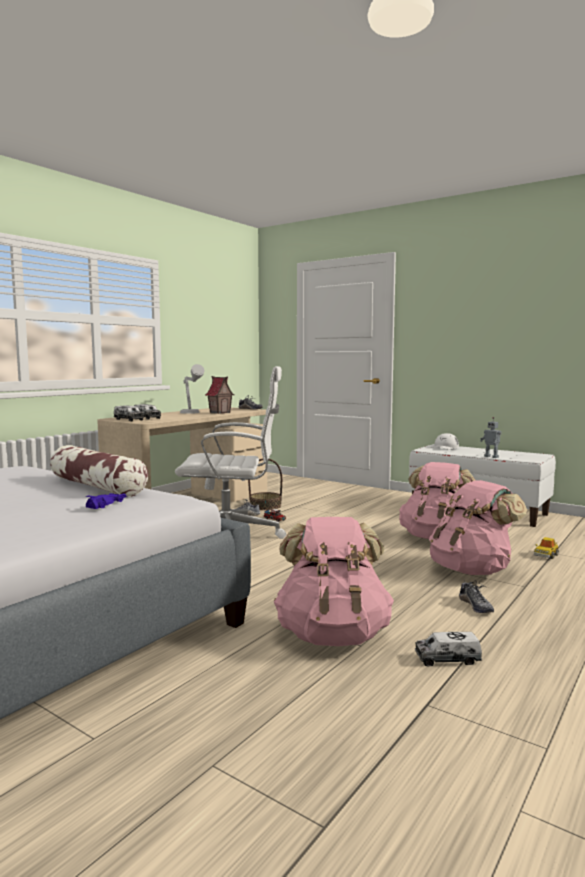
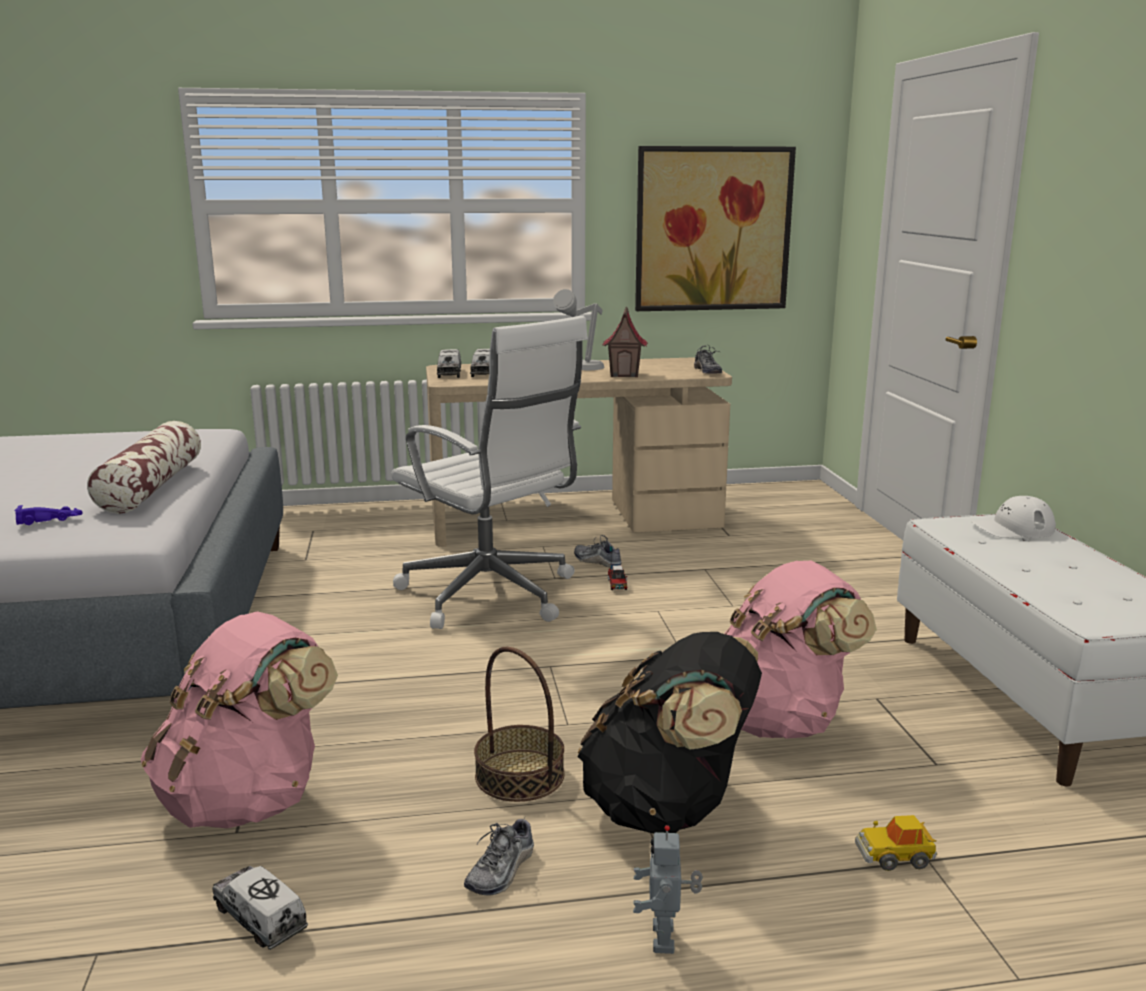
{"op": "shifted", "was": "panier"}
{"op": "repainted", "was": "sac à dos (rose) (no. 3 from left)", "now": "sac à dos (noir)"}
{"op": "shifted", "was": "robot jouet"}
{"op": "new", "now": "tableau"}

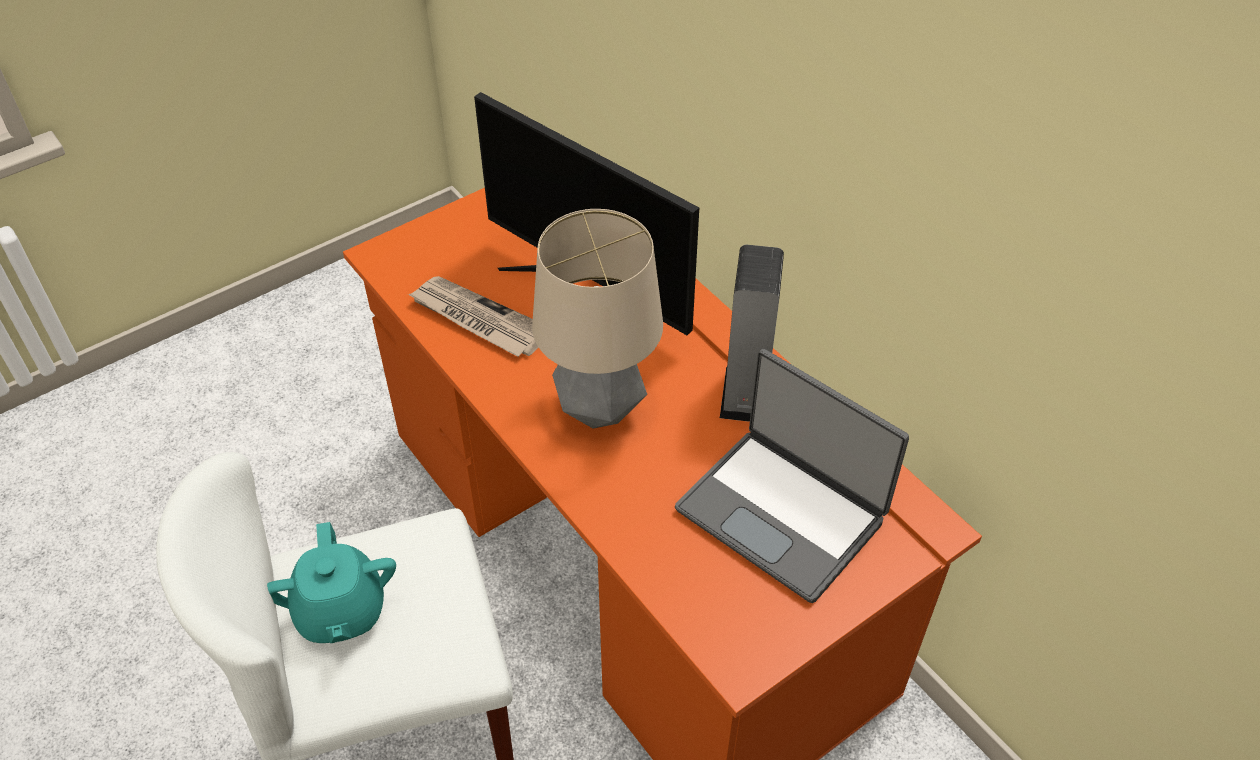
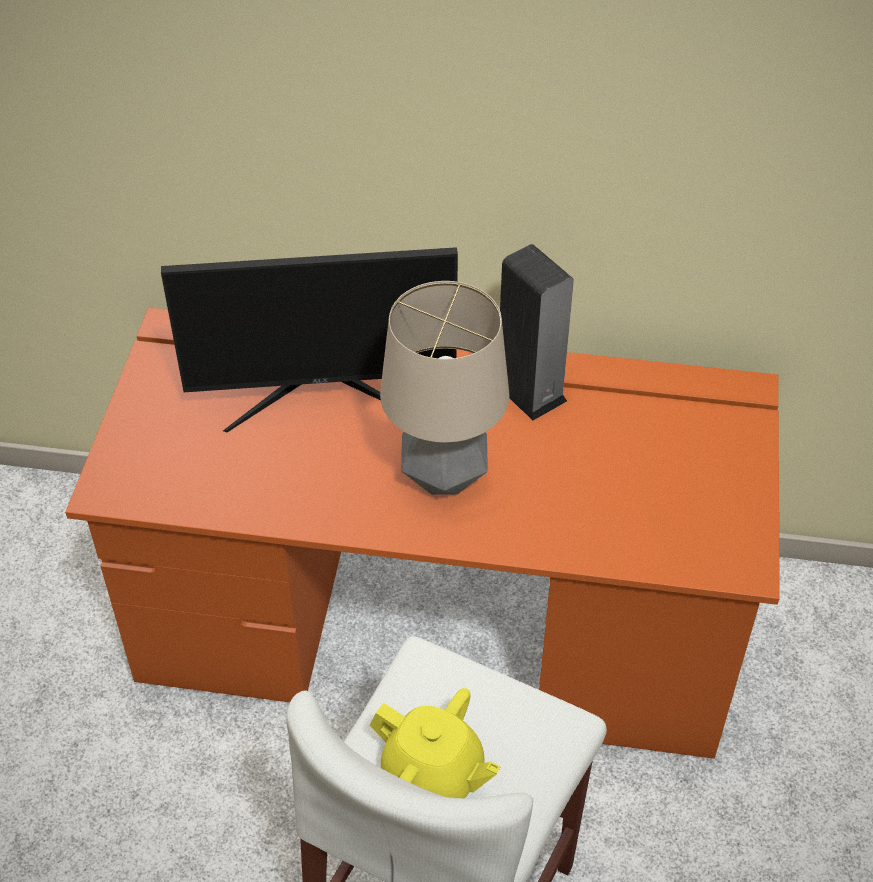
{"op": "repainted", "was": "théière (turquoise)", "now": "théière (jaune)"}
{"op": "gone", "was": "journal"}
{"op": "gone", "was": "ordinateur portable"}

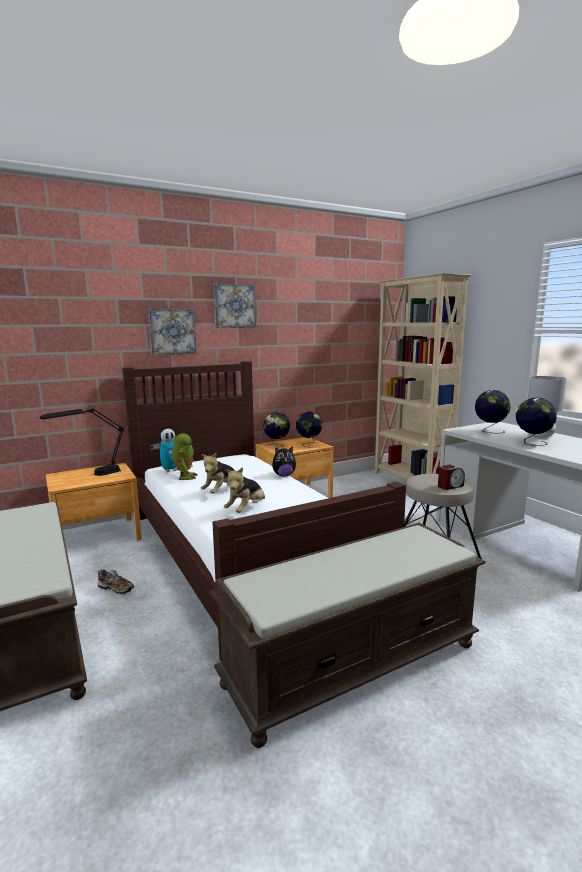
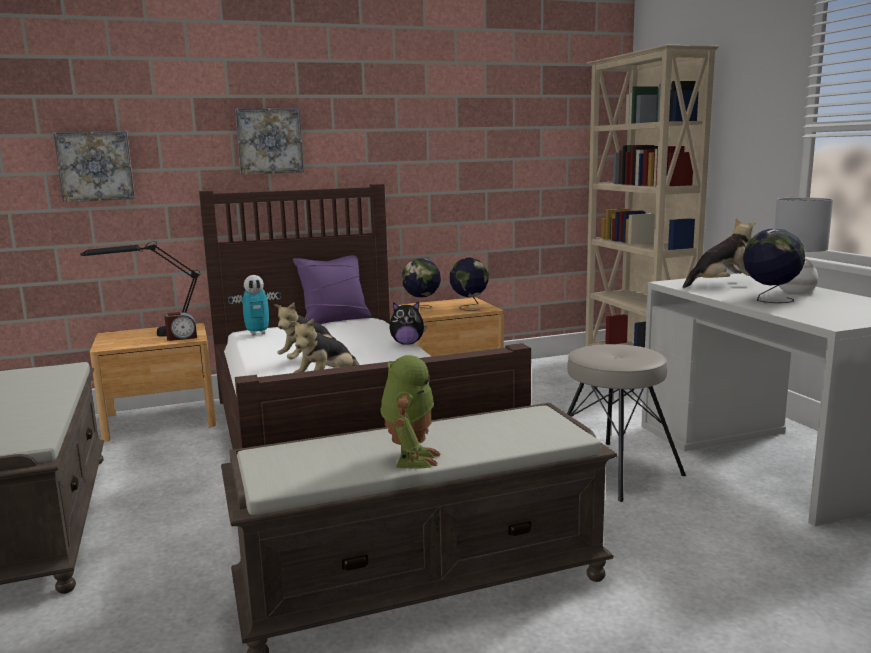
{"op": "shifted", "was": "tableau (no. 2 from left in the first image)", "now": "tableau (no. 1 from left)"}
{"op": "shifted", "was": "réveil"}
{"op": "new", "now": "coussin (violet)"}
{"op": "shifted", "was": "robot jouet (no. 2 from left)"}
{"op": "swapped", "was": "globe (no. 3 from left)", "now": "peluche (no. 4 from left)"}
{"op": "gone", "was": "chaussure"}

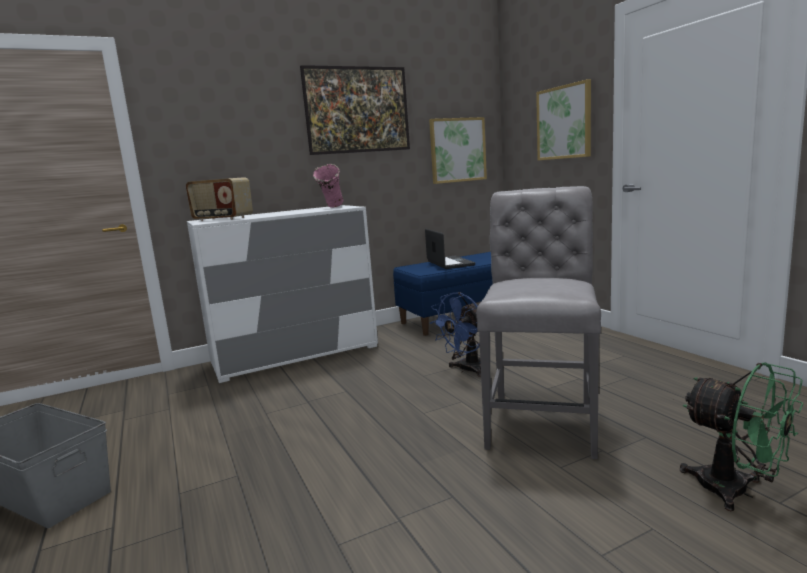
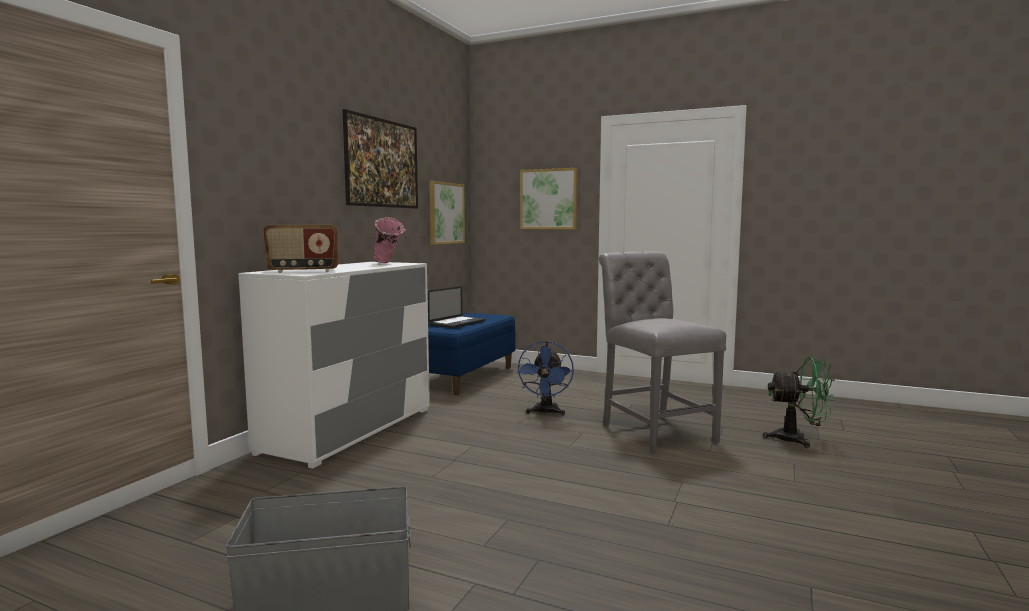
{"op": "rotated", "was": "ordinateur portable", "clockwise": 90}

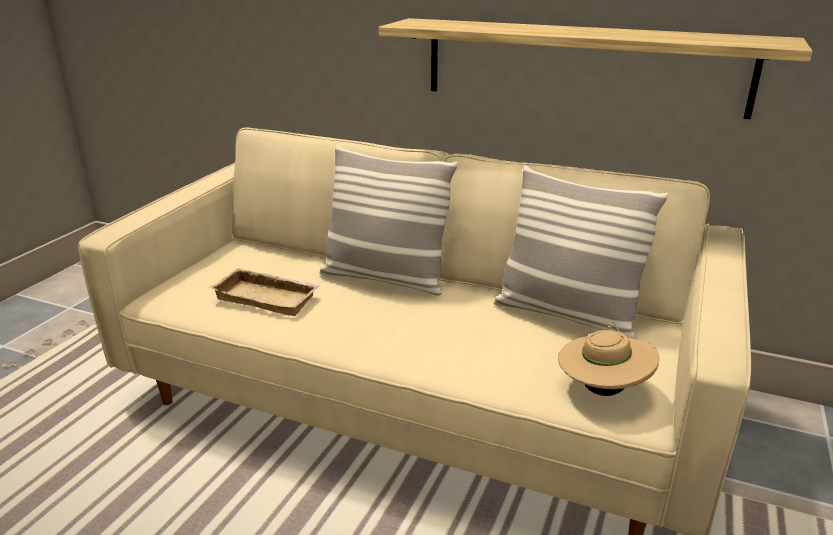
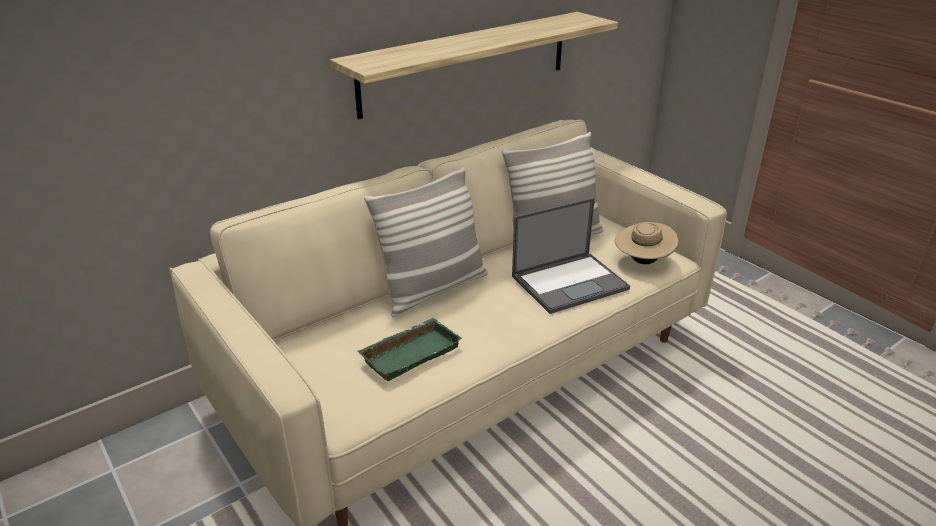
{"op": "repainted", "was": "plateau (beige)", "now": "plateau (vert)"}
{"op": "new", "now": "ordinateur portable"}

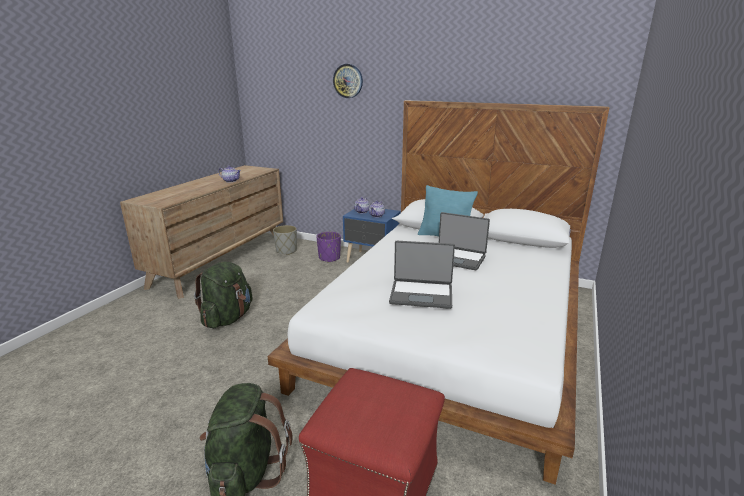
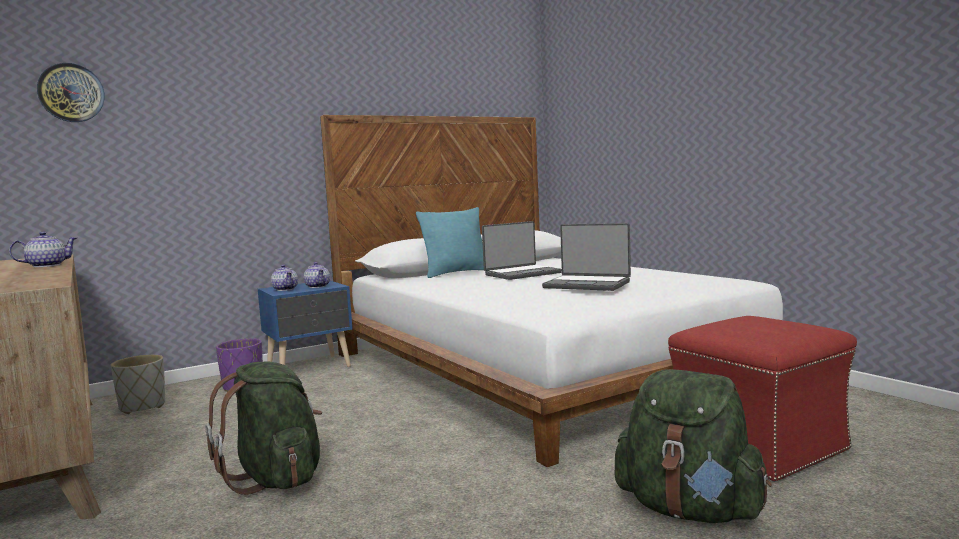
{"op": "shifted", "was": "horloge murale"}
{"op": "rotated", "was": "ordinateur portable (no. 1 from left in the first image)", "clockwise": 75}

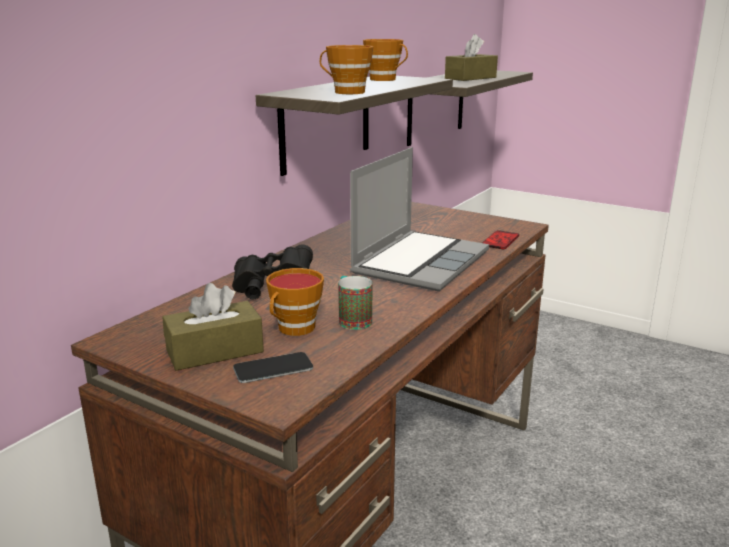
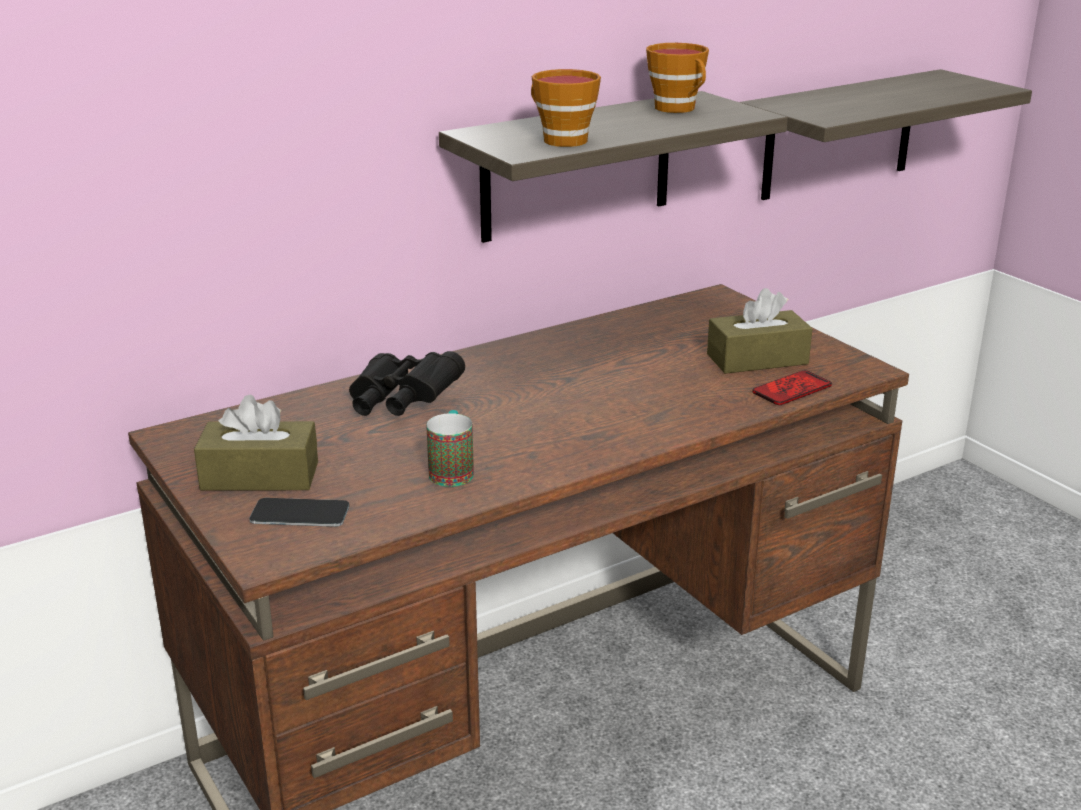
{"op": "shifted", "was": "boîte à mouchoirs (marron) (no. 2 from left)"}
{"op": "gone", "was": "tasse (no. 1 from left)"}
{"op": "gone", "was": "ordinateur portable"}

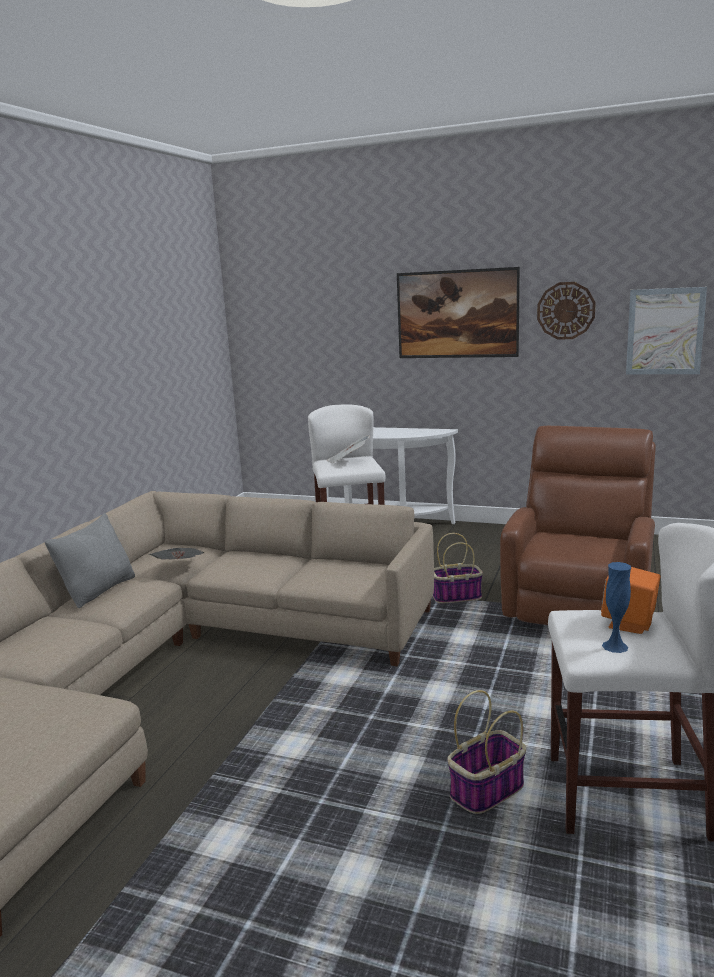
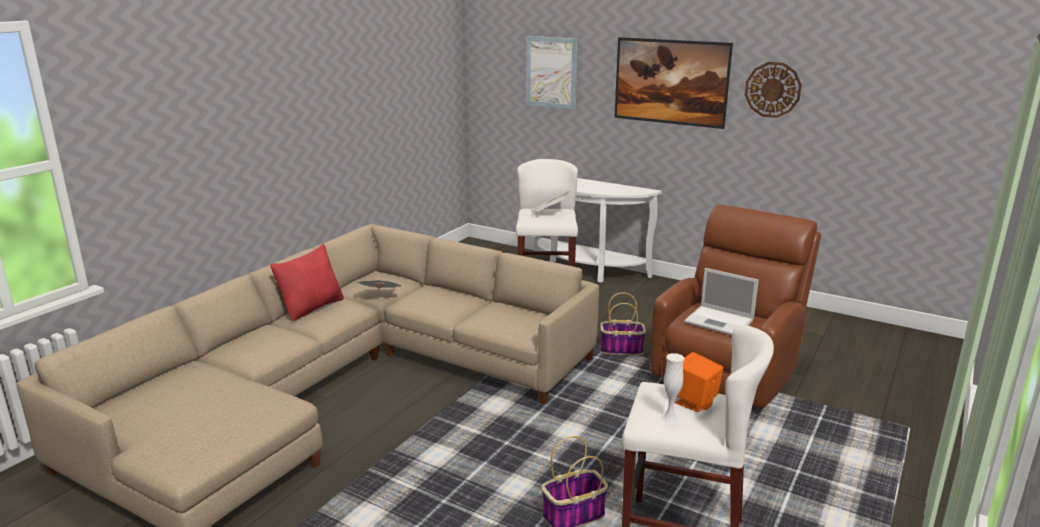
{"op": "repainted", "was": "coussin (gris)", "now": "coussin (rouge)"}
{"op": "shifted", "was": "tableau (no. 2 from left in the first image)", "now": "tableau (no. 1 from left)"}
{"op": "repainted", "was": "vase (bleu)", "now": "vase (blanc)"}
{"op": "new", "now": "ordinateur portable"}

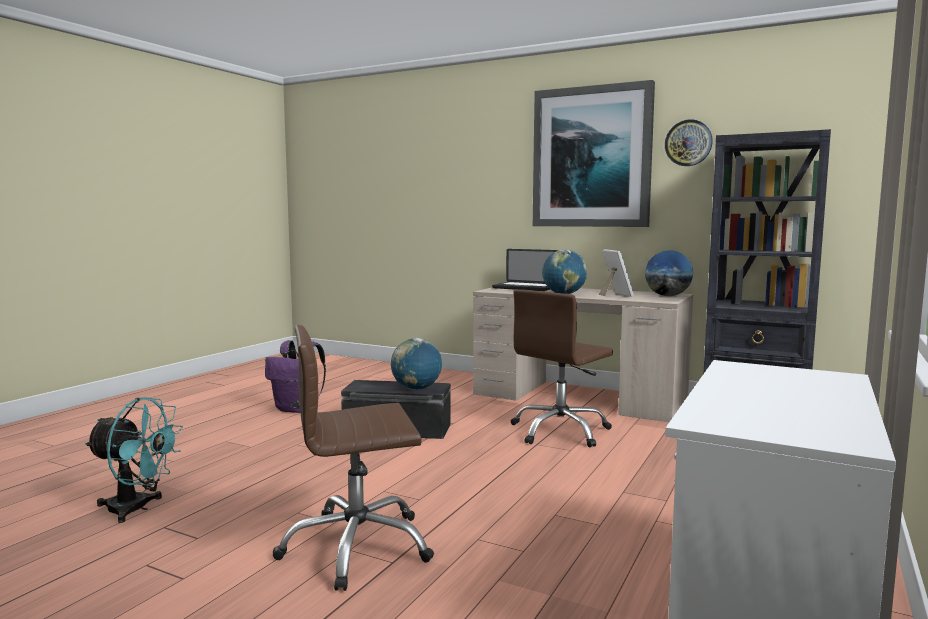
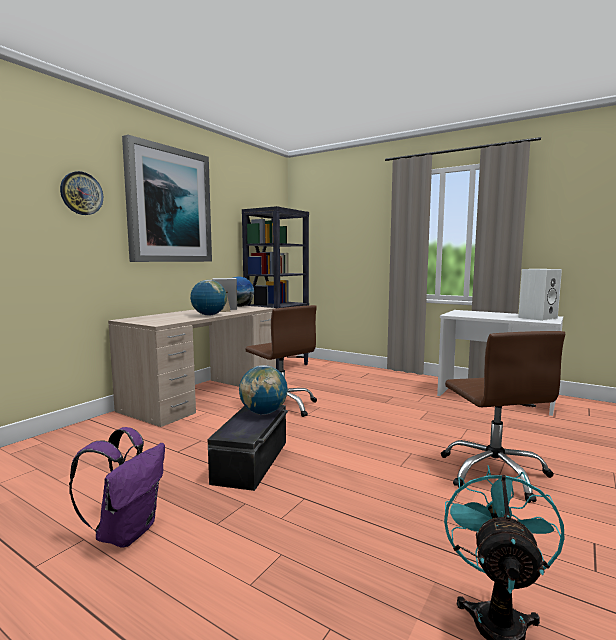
{"op": "shifted", "was": "horloge murale"}
{"op": "new", "now": "enceinte (blanc)"}
{"op": "gone", "was": "ordinateur portable"}

